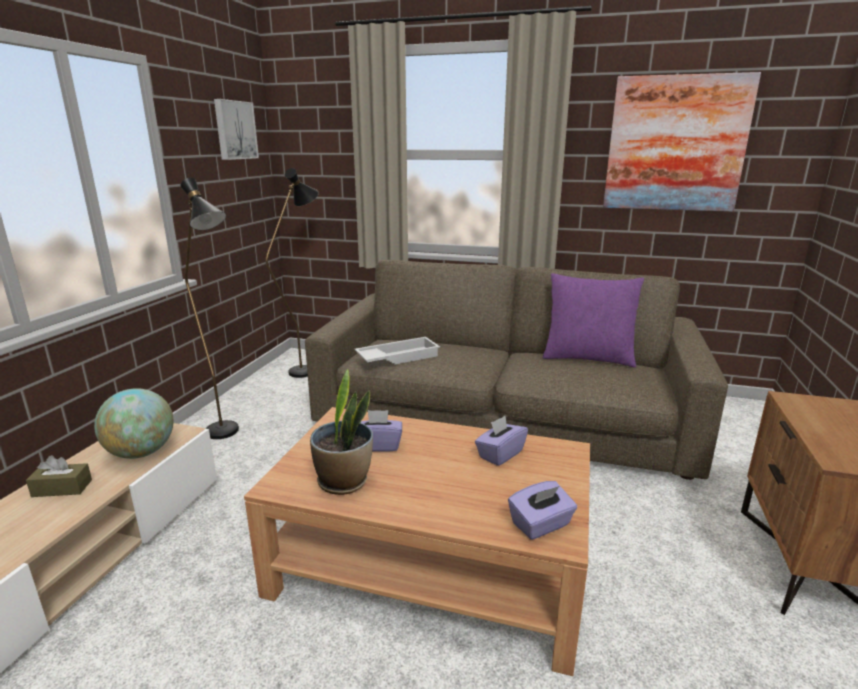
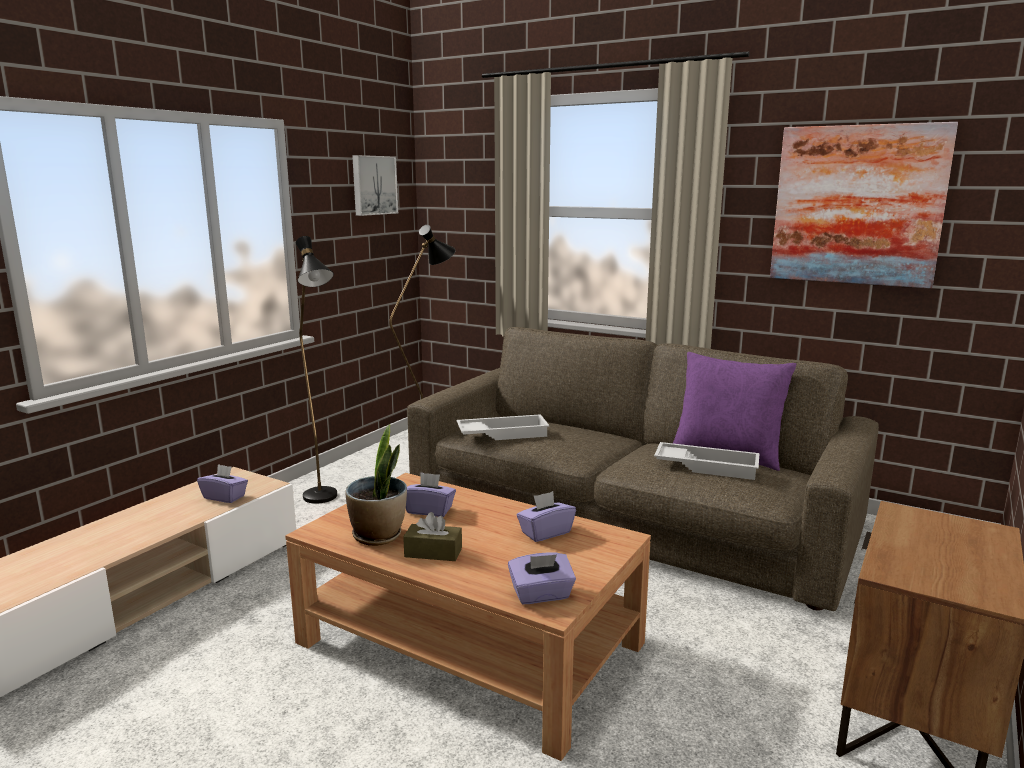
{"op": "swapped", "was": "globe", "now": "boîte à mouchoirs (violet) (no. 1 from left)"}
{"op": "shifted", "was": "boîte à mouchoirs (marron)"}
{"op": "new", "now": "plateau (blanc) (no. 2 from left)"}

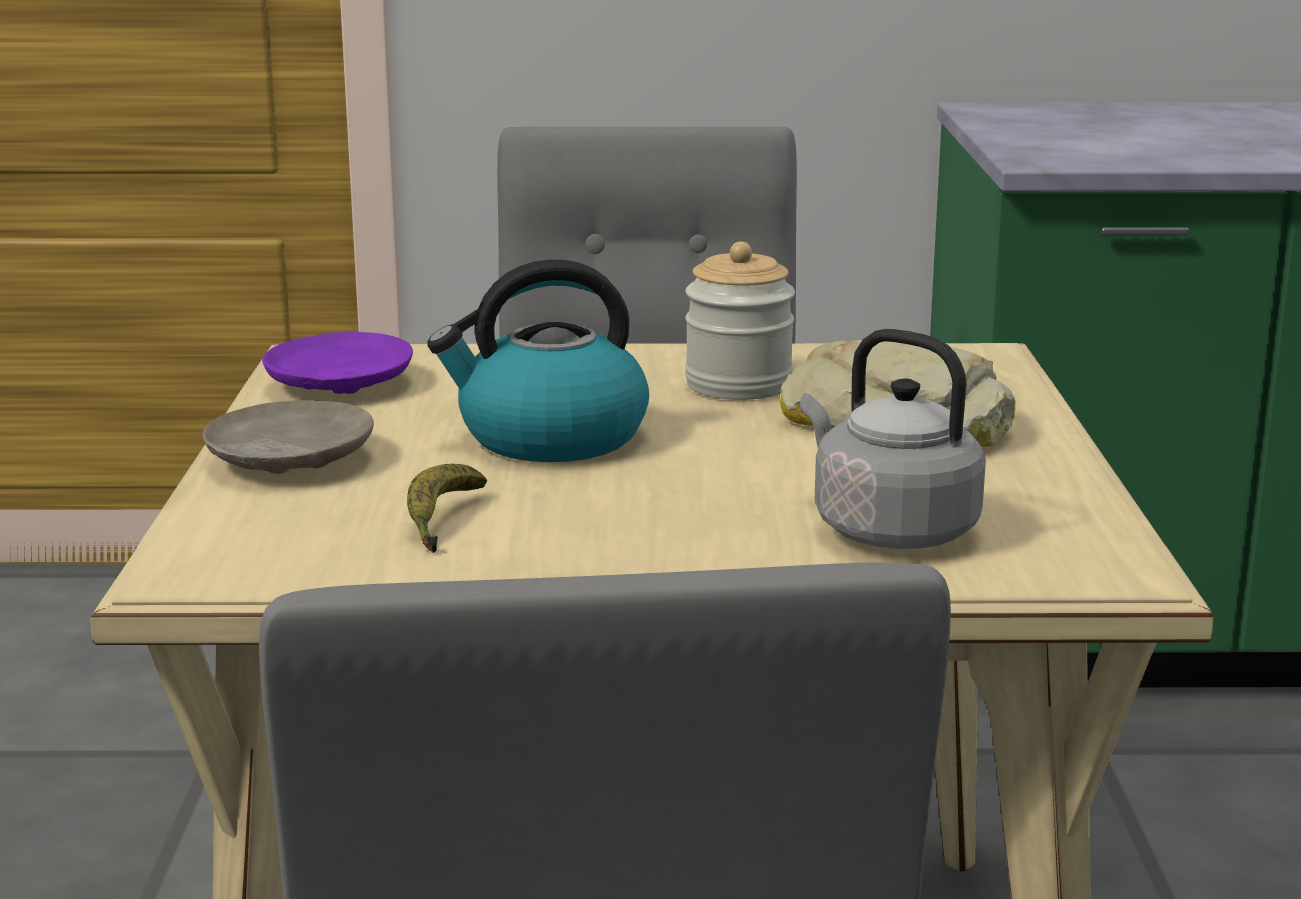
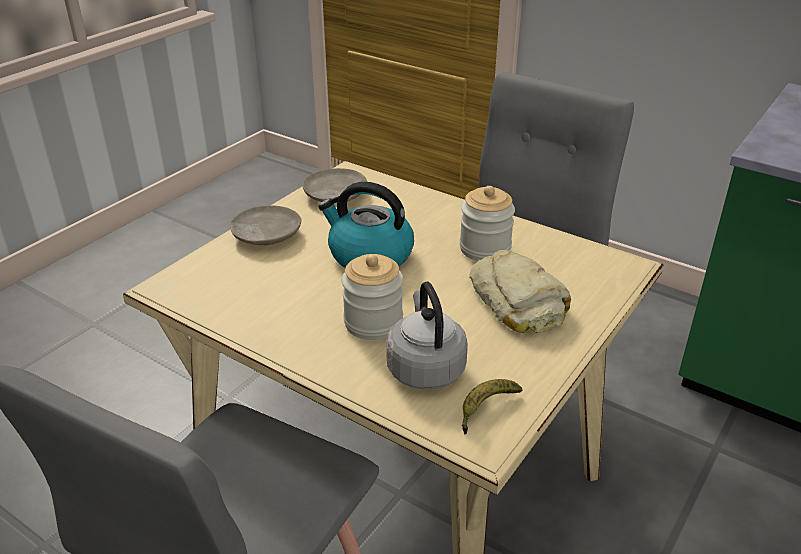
{"op": "repainted", "was": "assiette (violet)", "now": "assiette (beige) (no. 2 from left)"}
{"op": "new", "now": "bocal (no. 1 from left)"}
{"op": "shifted", "was": "banane"}

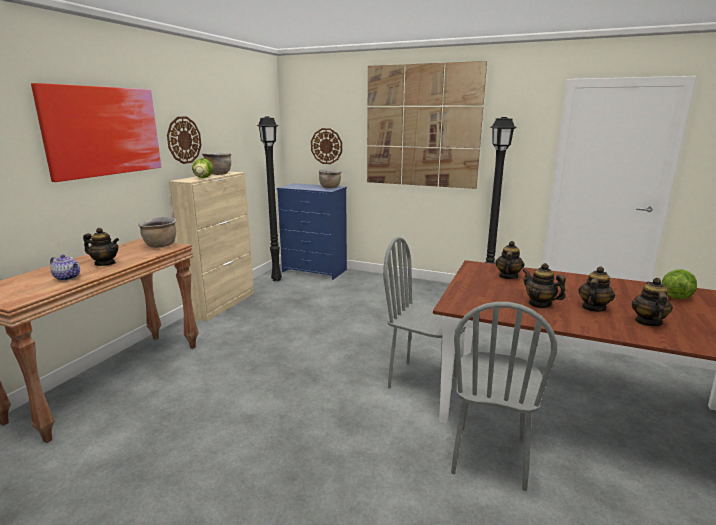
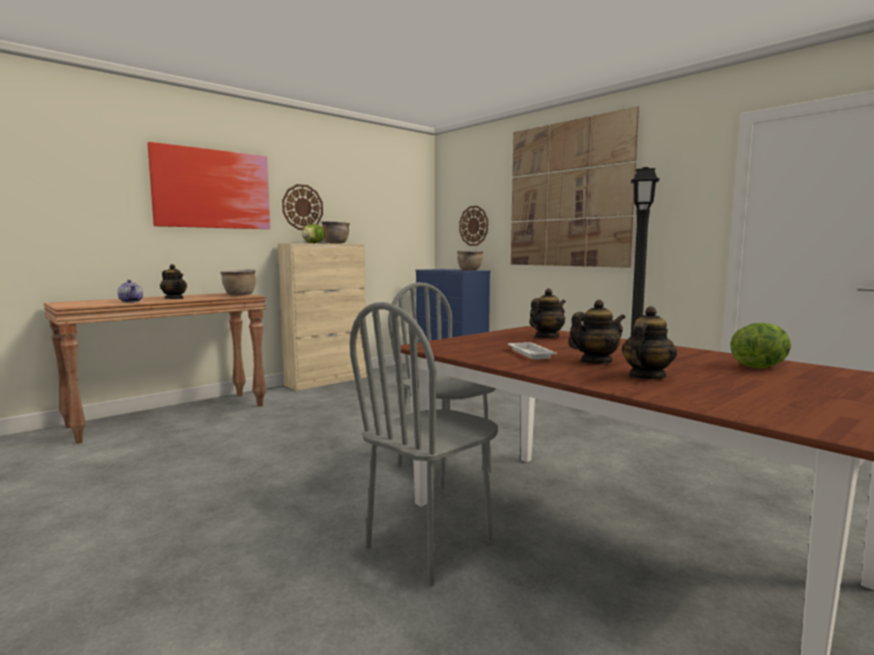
{"op": "swapped", "was": "théière (no. 4 from left)", "now": "plateau (blanc)"}
{"op": "gone", "was": "lampadaire (noir) (no. 1 from left)"}

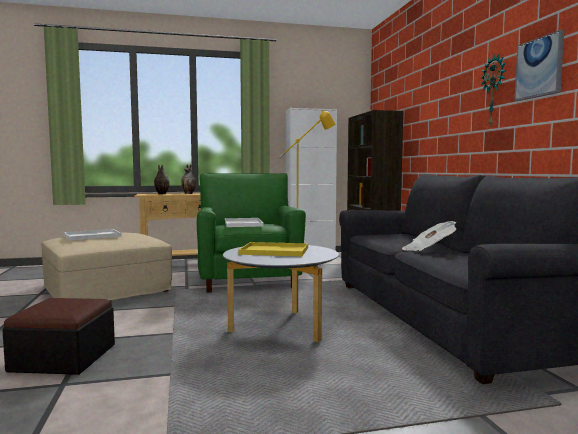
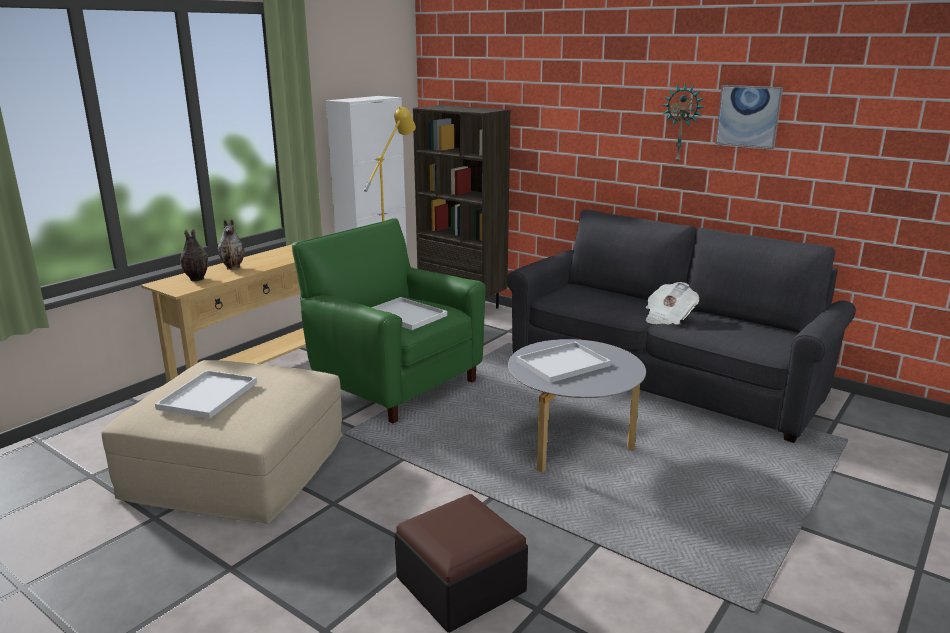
{"op": "repainted", "was": "plateau (jaune)", "now": "plateau (blanc) (no. 3 from left)"}

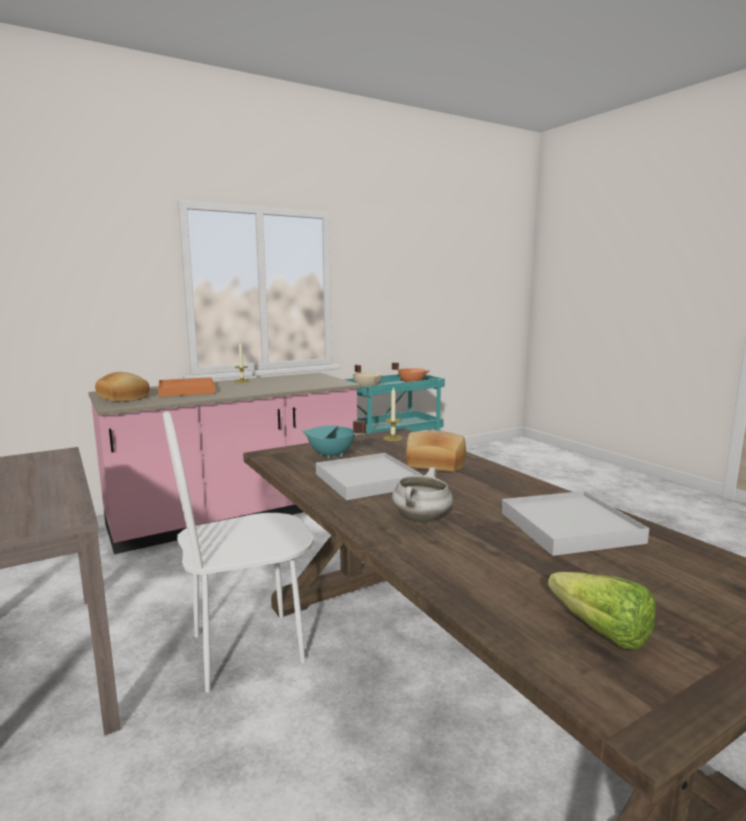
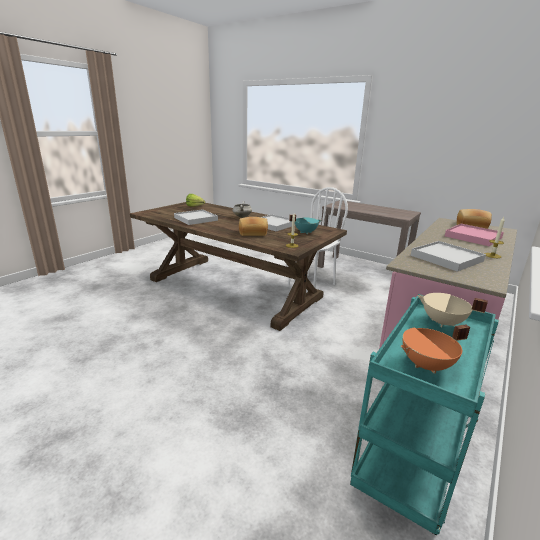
{"op": "new", "now": "plateau (blanc) (no. 3 from left)"}
{"op": "repainted", "was": "plateau (orange)", "now": "plateau (rose)"}

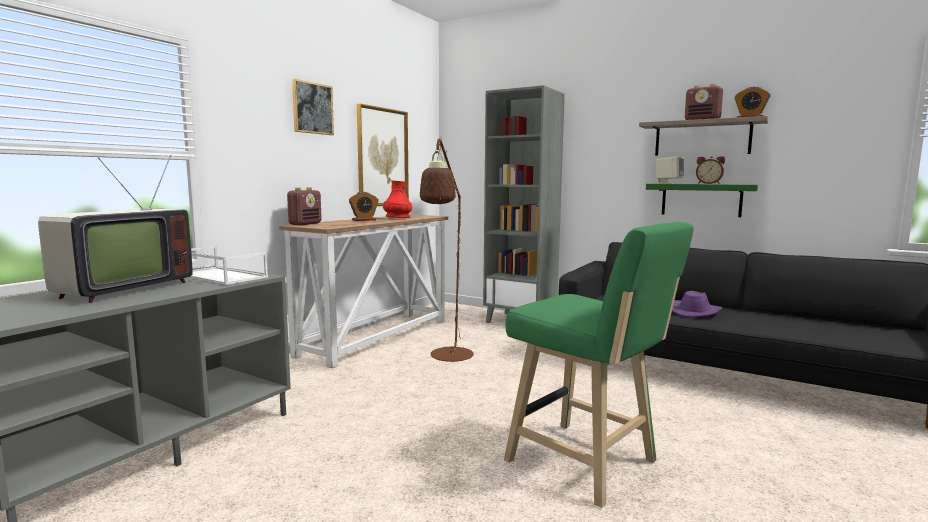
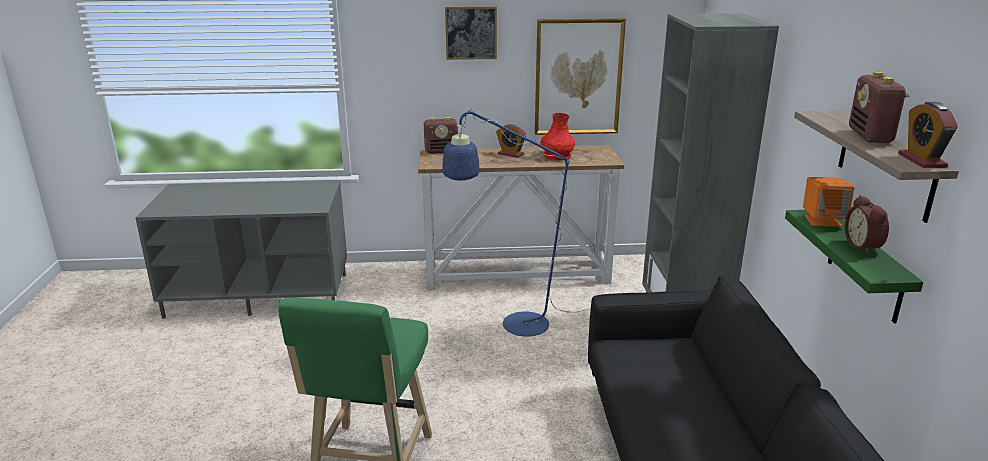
{"op": "repainted", "was": "lampadaire (marron)", "now": "lampadaire (bleu)"}
{"op": "repainted", "was": "enceinte (beige)", "now": "enceinte (orange)"}
{"op": "gone", "was": "téléviseur"}
{"op": "gone", "was": "plateau (blanc)"}
{"op": "gone", "was": "chapeau (violet)"}

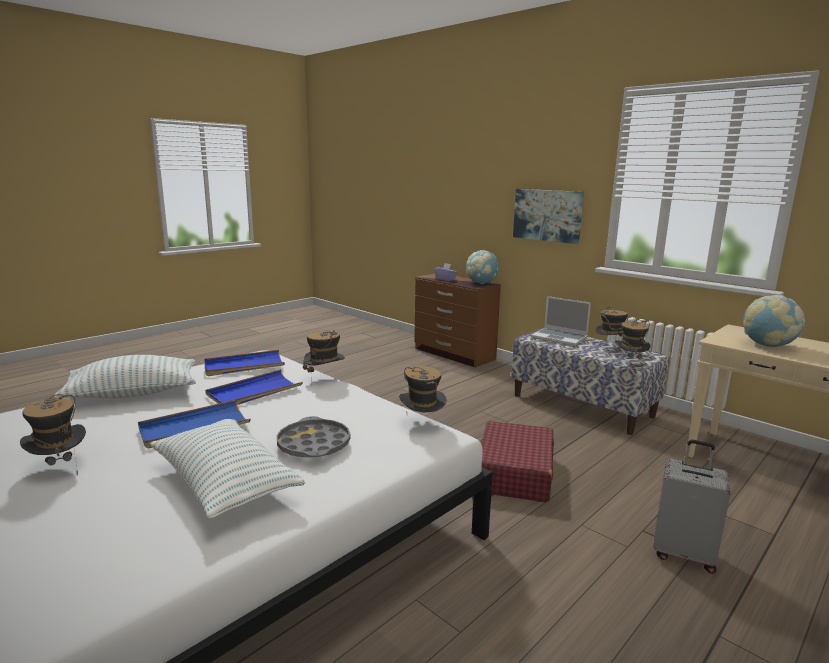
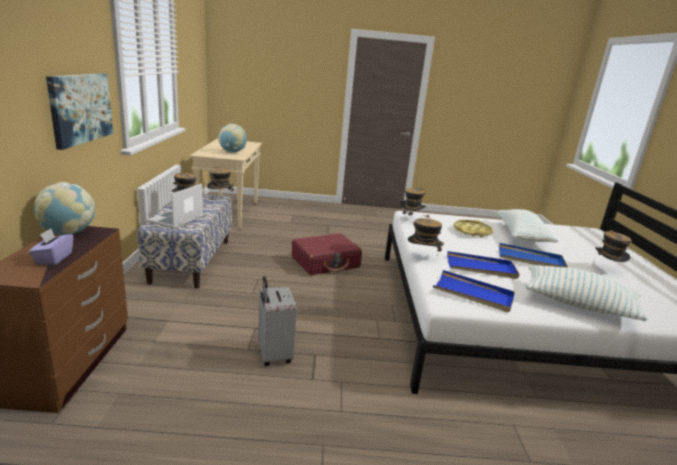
{"op": "rotated", "was": "ordinateur portable", "clockwise": -150}
{"op": "shifted", "was": "valise (gris)"}
{"op": "repainted", "was": "plateau (gris)", "now": "plateau (jaune)"}

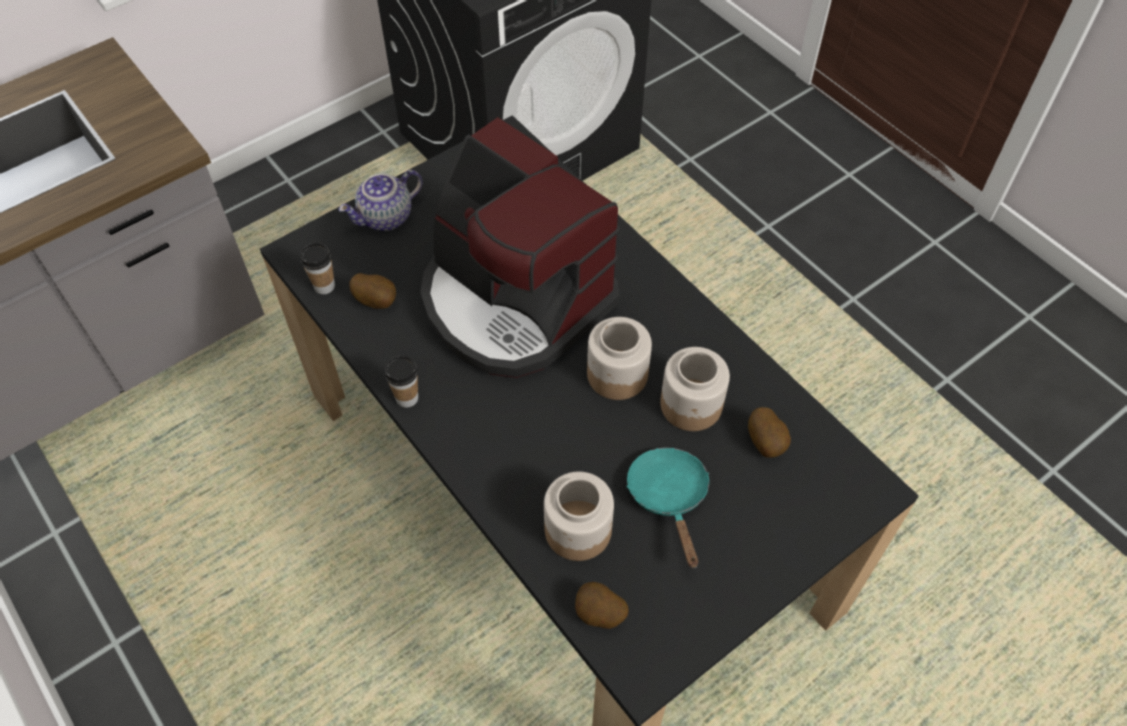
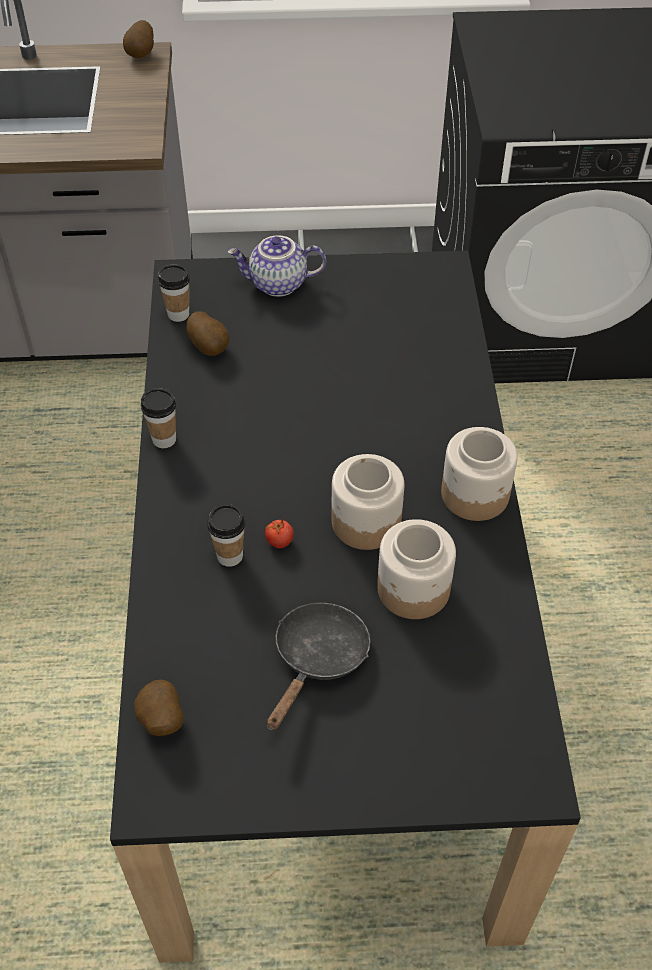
{"op": "shifted", "was": "pomme de terre (no. 3 from left in the first image)", "now": "pomme de terre (no. 1 from left)"}
{"op": "new", "now": "tasse (no. 3 from left)"}
{"op": "new", "now": "tomate"}
{"op": "repainted", "was": "poêle (turquoise)", "now": "poêle (noir)"}
{"op": "shifted", "was": "bocal (no. 1 from left in the first image)", "now": "bocal (no. 3 from left)"}
{"op": "gone", "was": "machine à café"}

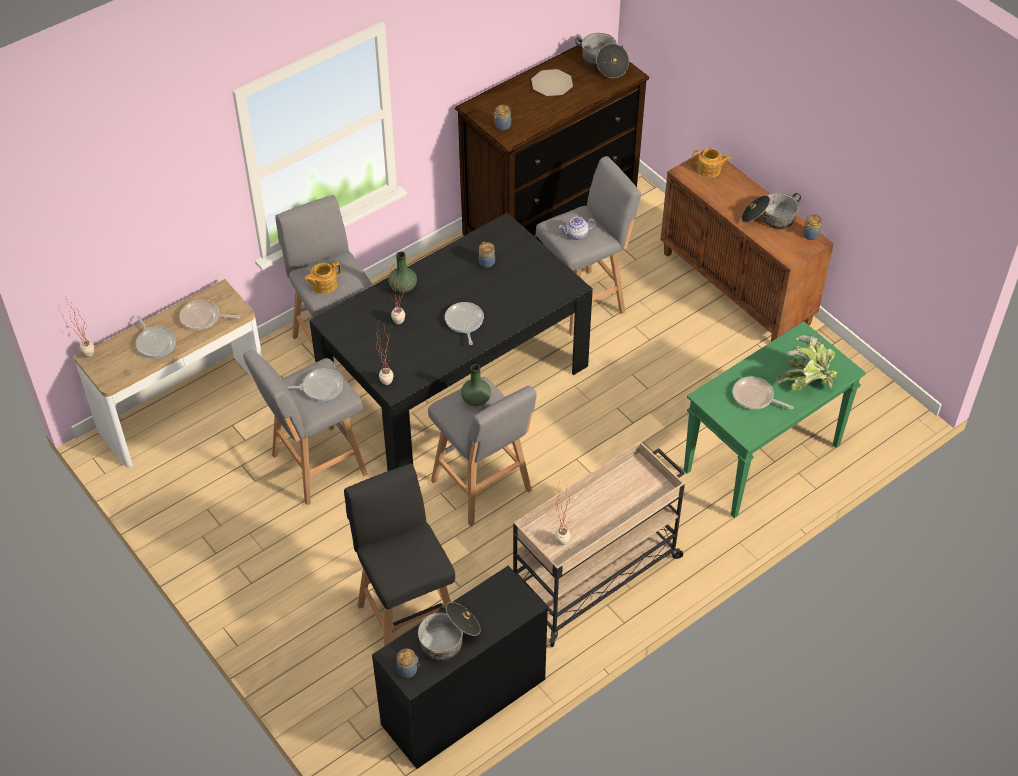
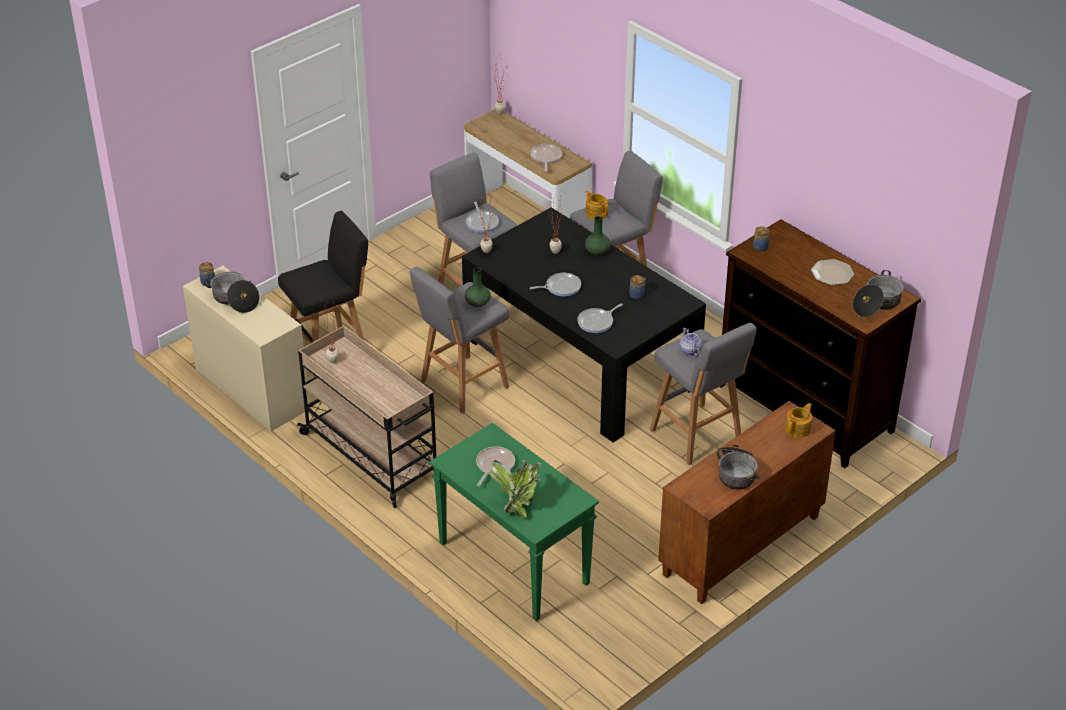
{"op": "repainted", "was": "bureau (noir)", "now": "bureau (beige)"}
{"op": "shifted", "was": "poêle (no. 1 from left in the first image)", "now": "poêle (no. 5 from left)"}
{"op": "rotated", "was": "théière (no. 3 from left)", "clockwise": -150}
{"op": "gone", "was": "bocal (no. 4 from left)"}

